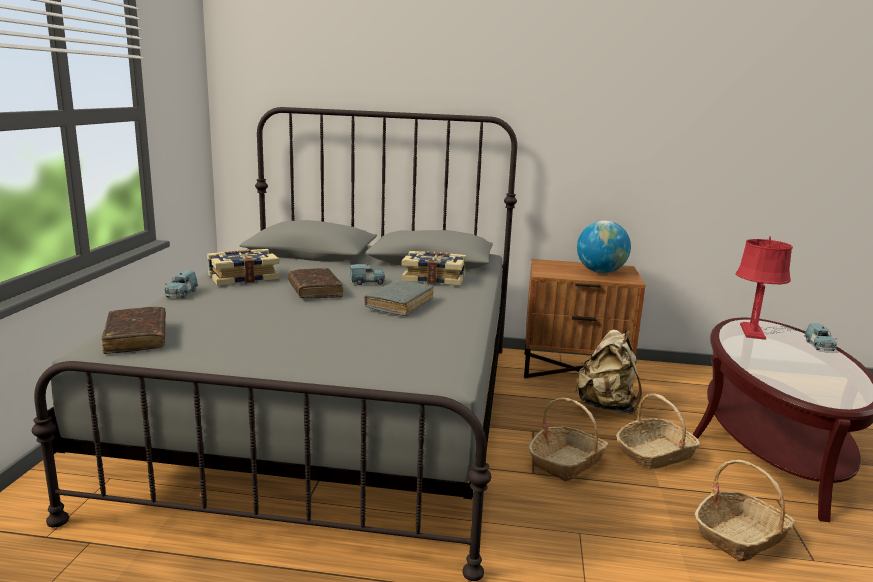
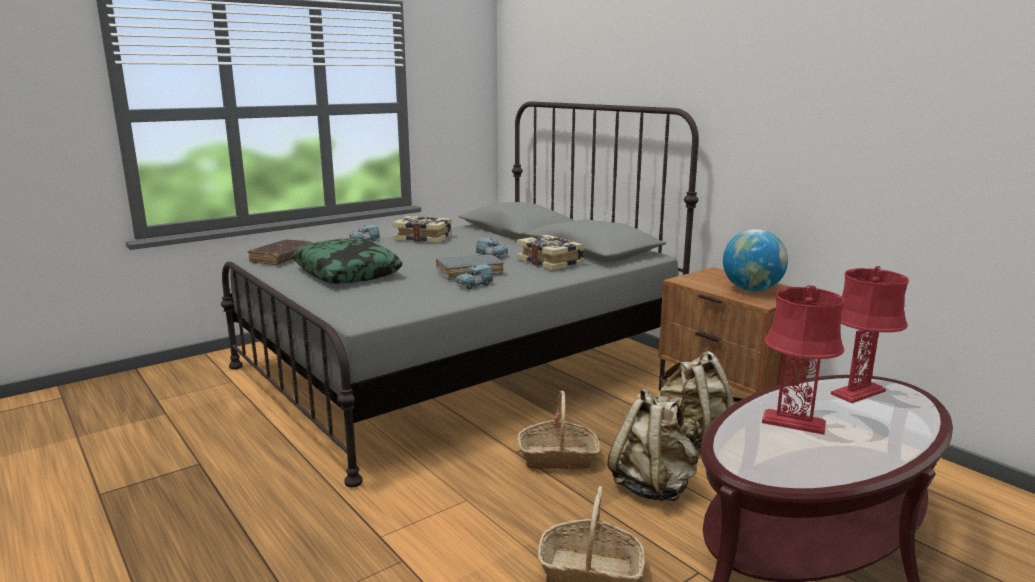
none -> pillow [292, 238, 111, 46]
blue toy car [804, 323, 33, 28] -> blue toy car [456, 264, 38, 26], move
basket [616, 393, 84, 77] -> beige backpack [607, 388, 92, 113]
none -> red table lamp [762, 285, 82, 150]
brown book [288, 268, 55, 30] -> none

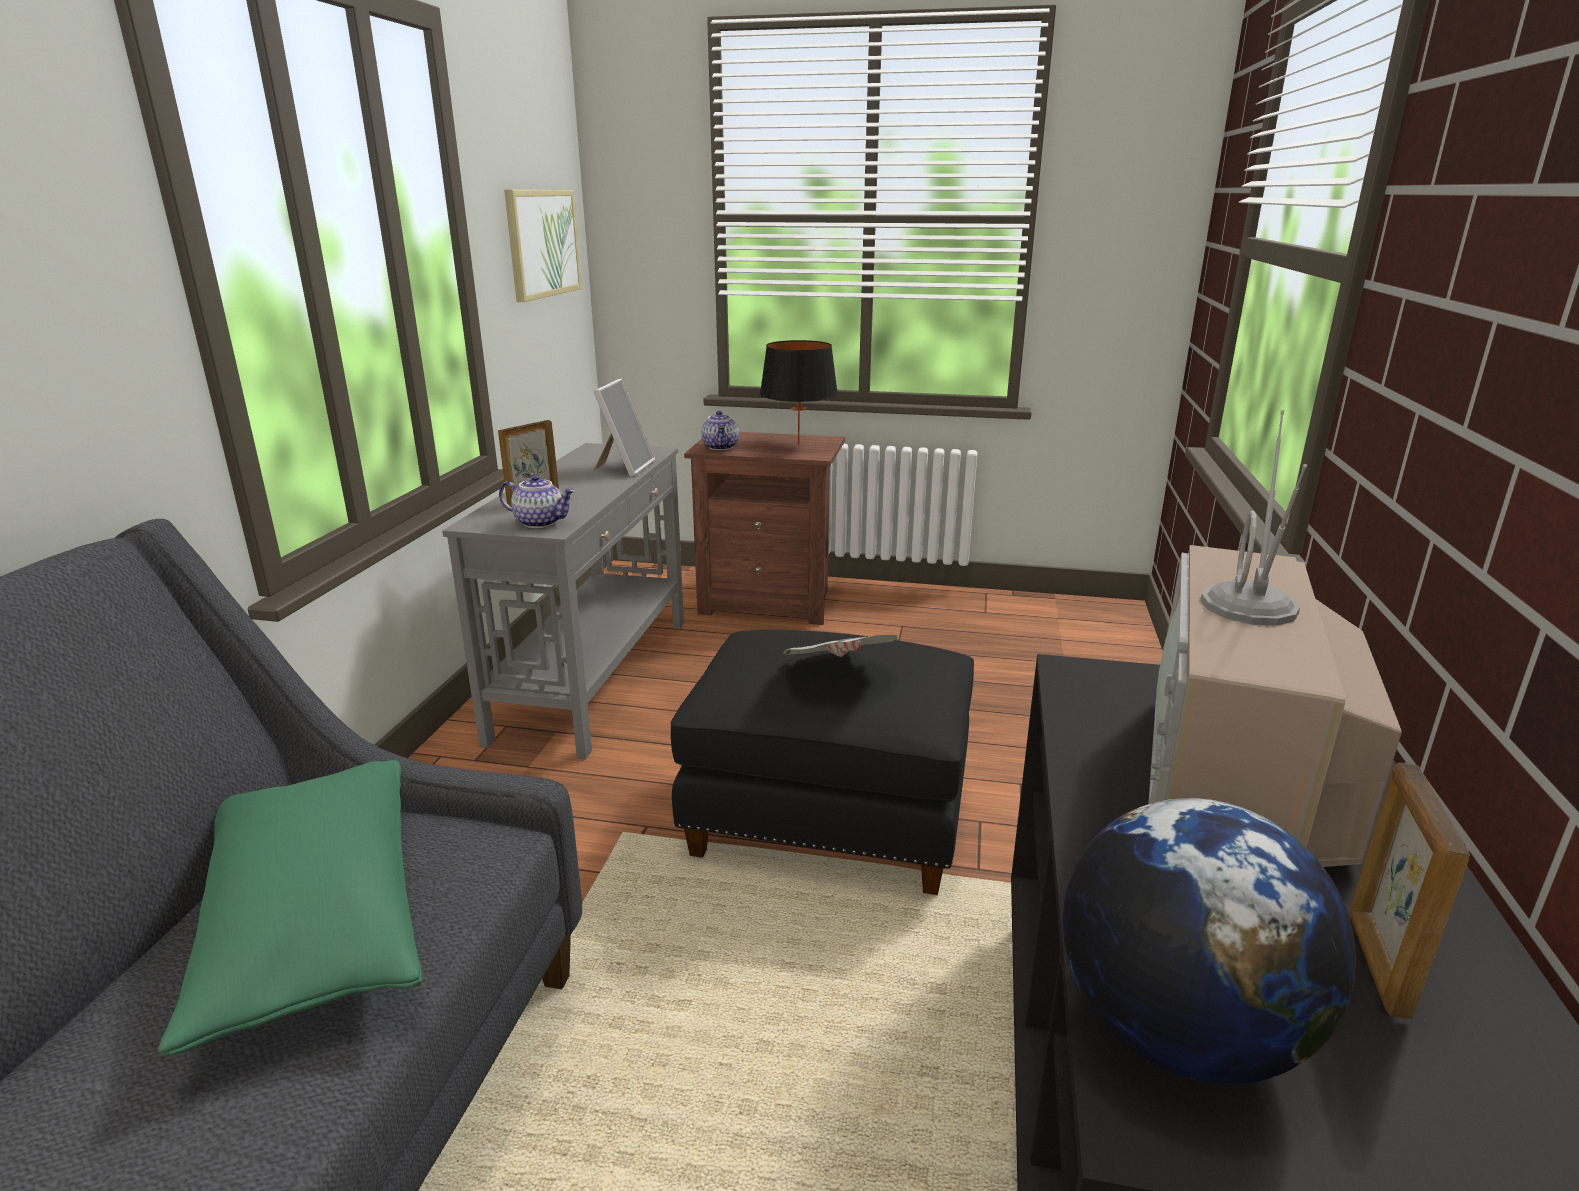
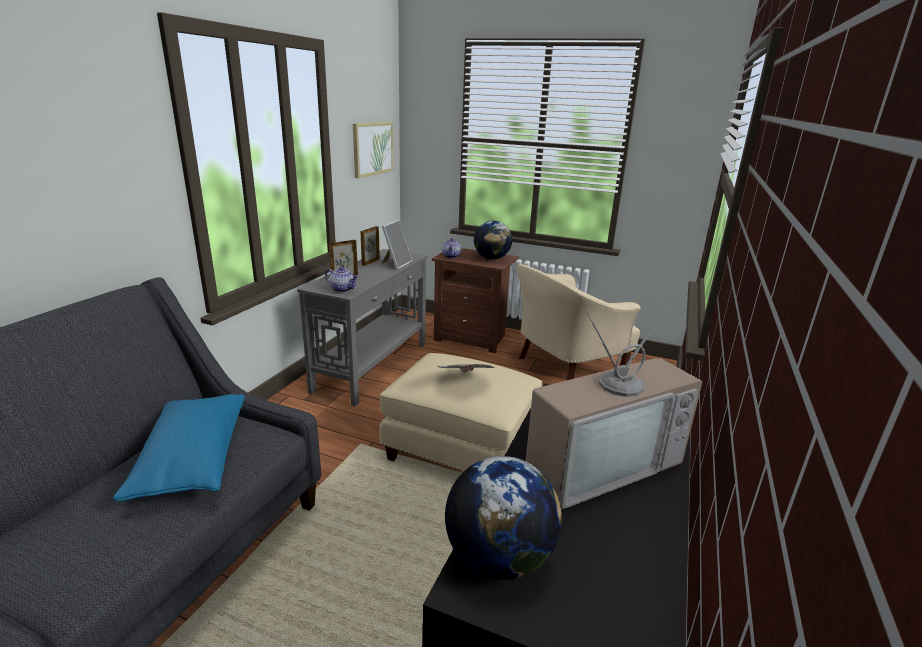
green pillow [158, 760, 264, 295] -> blue pillow [113, 394, 132, 107]
picture frame [1349, 763, 121, 256] -> picture frame [361, 226, 19, 40], move
black ottoman [671, 629, 303, 266] -> beige ottoman [379, 353, 163, 118]
black table lamp [760, 340, 78, 105] -> globe [474, 221, 38, 39]
none -> beige armchair [516, 264, 125, 116]
television [1148, 410, 254, 457] -> television [526, 296, 176, 213], 150 degrees counterclockwise

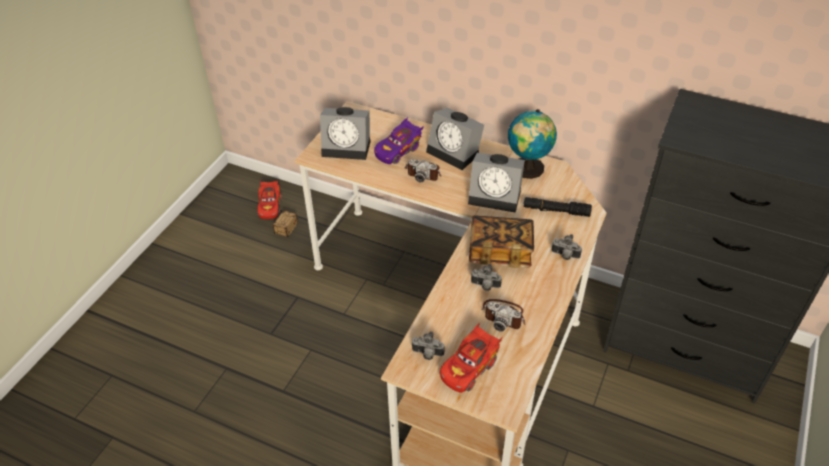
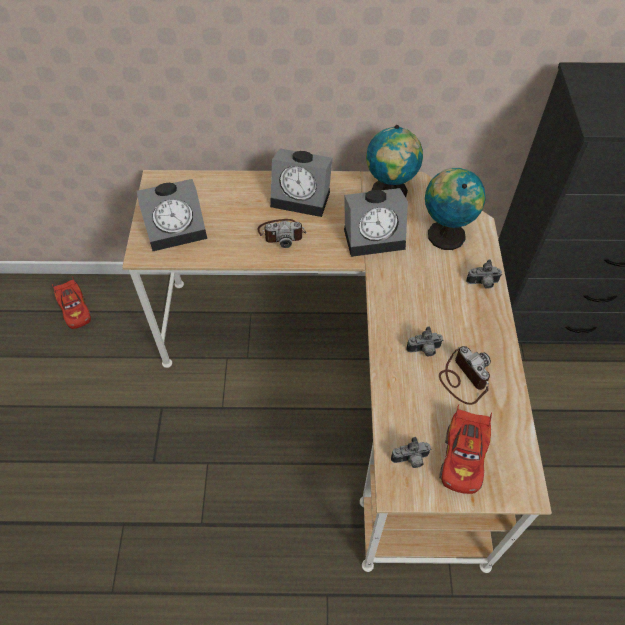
black flashlight [524, 197, 68, 20] -> globe [425, 168, 61, 82]
photo camera [482, 299, 43, 33] -> photo camera [439, 346, 52, 59], 120 degrees counterclockwise
storage box [273, 210, 25, 27] -> none
purple toy car [374, 117, 50, 47] -> none
book [469, 215, 65, 53] -> none

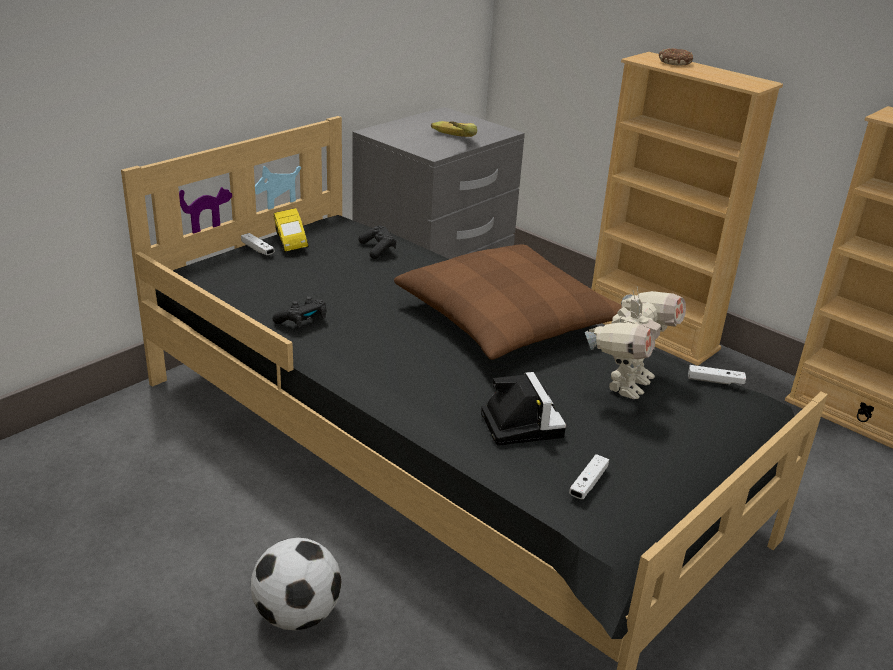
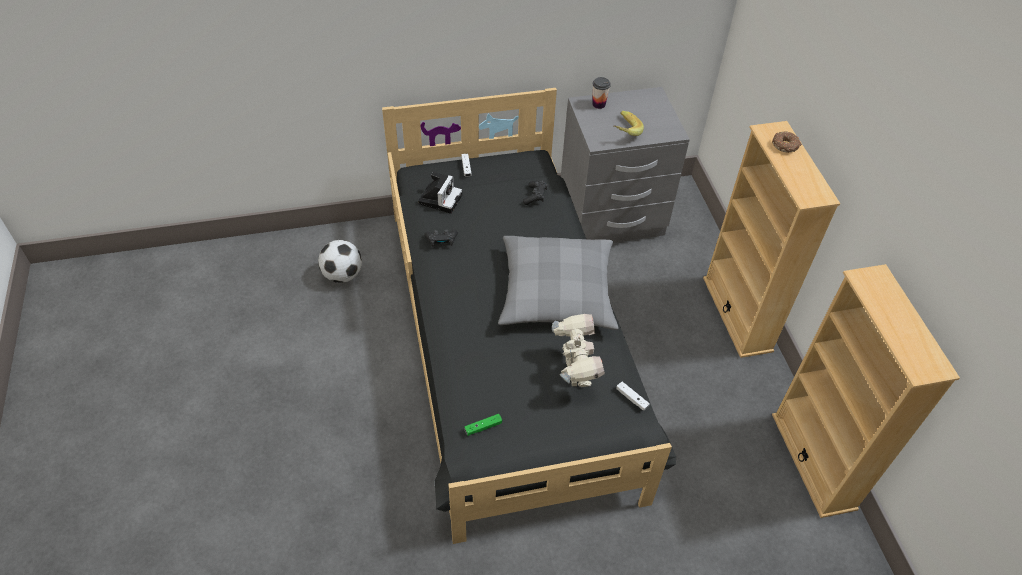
football [251, 538, 91, 93] -> football [318, 240, 44, 43], move
photo camera [481, 372, 85, 73] -> photo camera [418, 172, 44, 42], move
white game controller [569, 454, 40, 45] -> green game controller [464, 414, 38, 22]
brown pillow [394, 244, 228, 116] -> grey pillow [498, 236, 121, 94]
toy robot [585, 286, 101, 113] -> toy robot [552, 314, 53, 73], 75 degrees counterclockwise
none -> cup [592, 77, 19, 32]
yellow toy car [274, 208, 34, 44] -> none

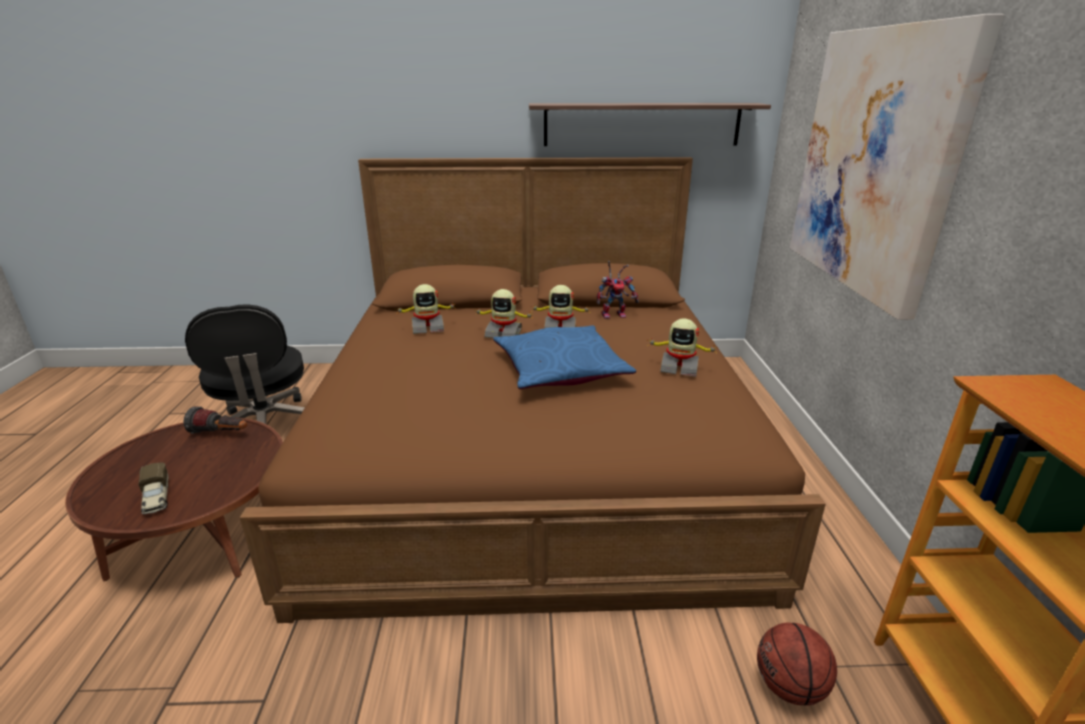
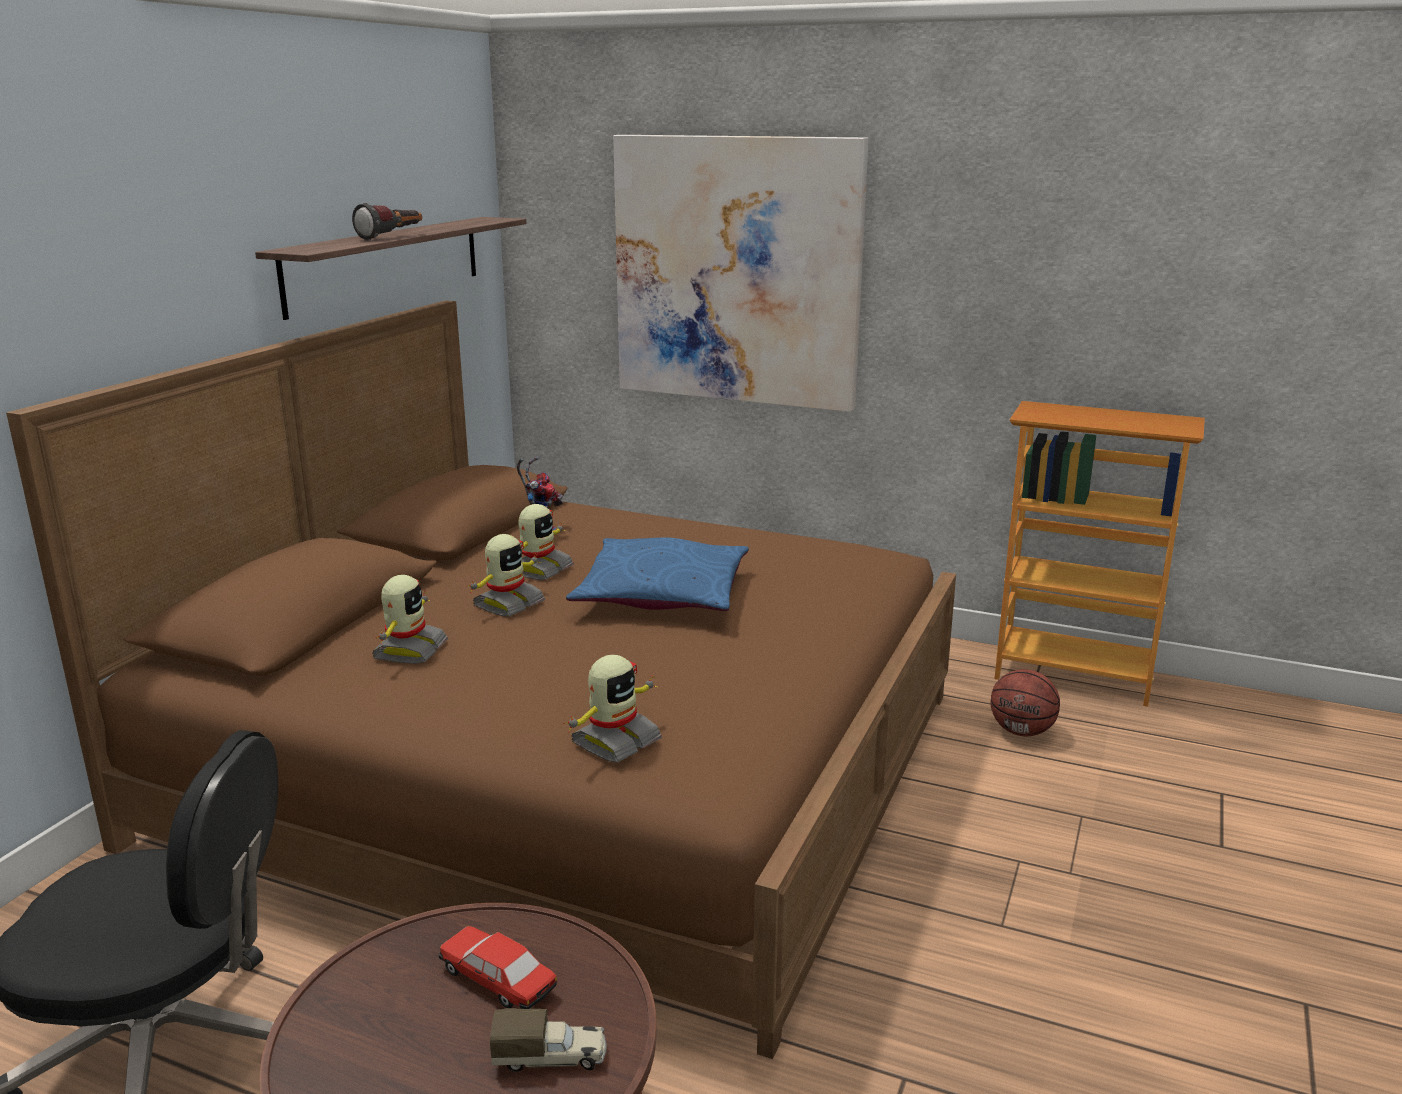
flashlight [183, 406, 64, 28] -> flashlight [352, 203, 70, 37], move
none -> toy car [439, 926, 118, 83]
toy robot [647, 318, 72, 59] -> toy robot [563, 655, 99, 108], move

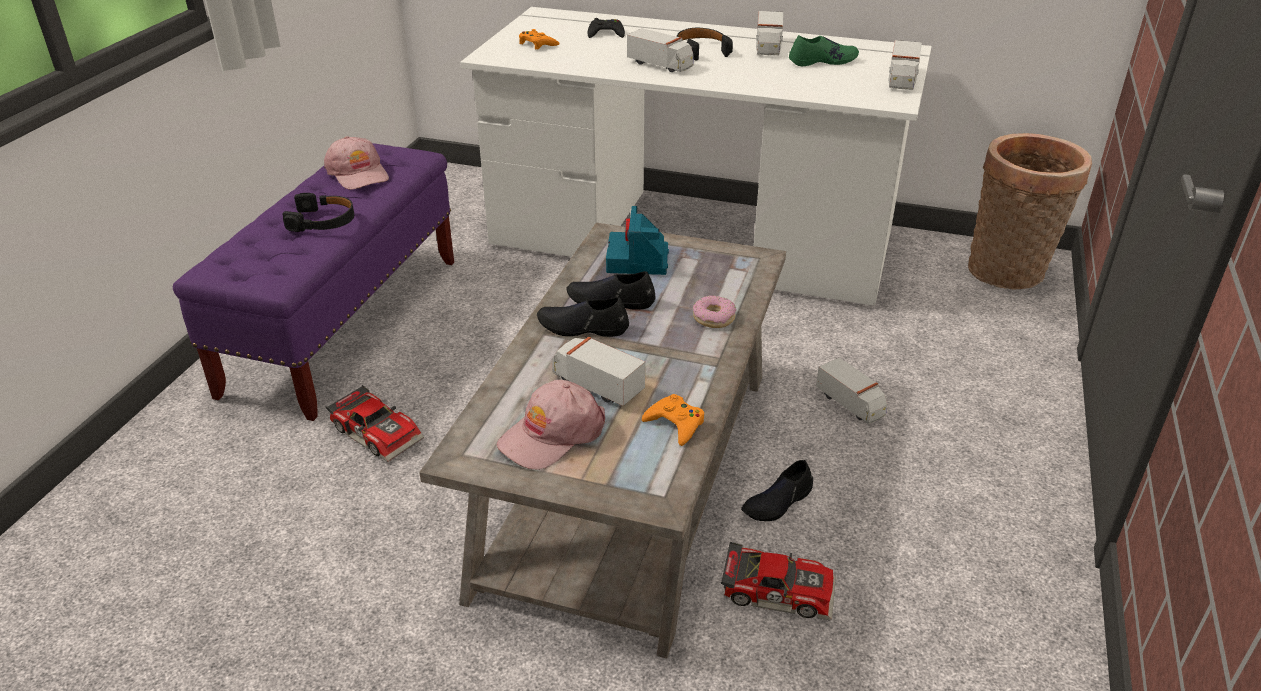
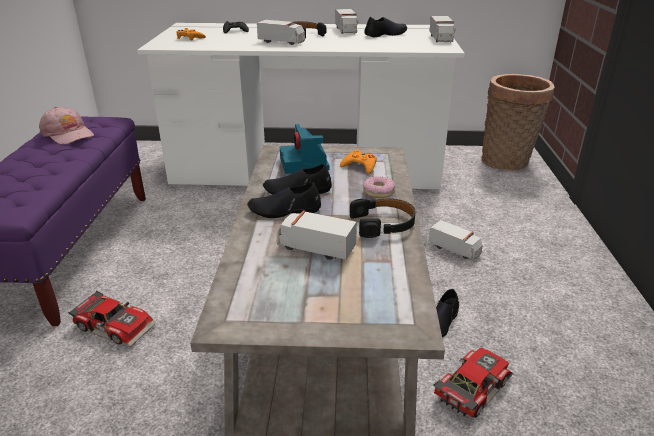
orange game controller [642, 394, 62, 52] -> orange game controller [340, 150, 37, 24], move
black headphones [283, 193, 71, 39] -> black headphones [350, 198, 66, 40], move
green shoe [789, 35, 70, 31] -> black shoe [364, 17, 43, 20]
toy car [721, 542, 115, 79] -> toy car [434, 348, 79, 70], 45 degrees counterclockwise
pink cap [497, 380, 108, 90] -> none

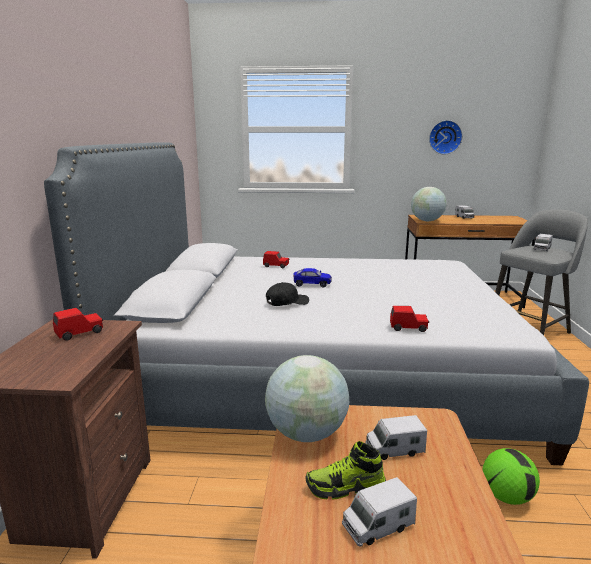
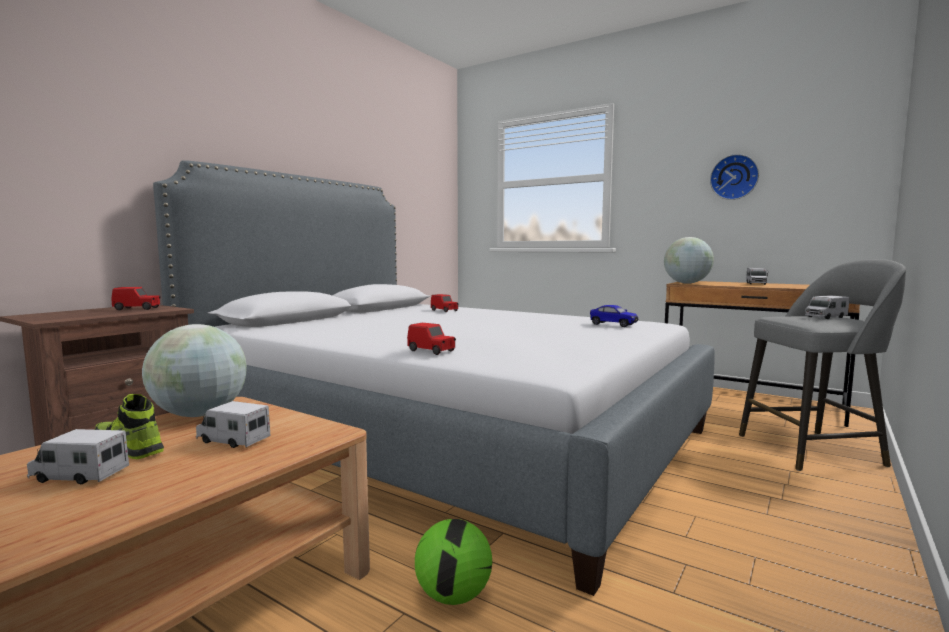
toy car [293, 268, 39, 19] -> toy car [590, 305, 48, 22], move
black cap [266, 282, 43, 24] -> none

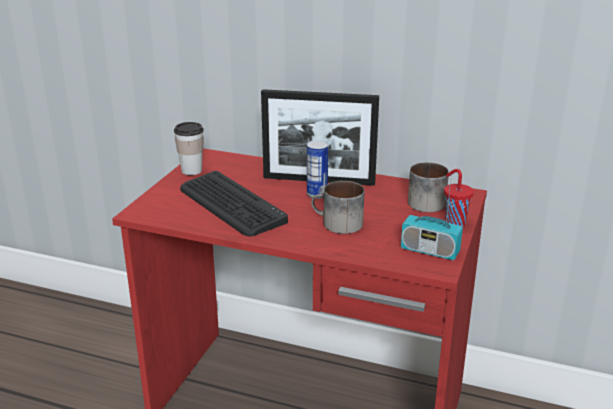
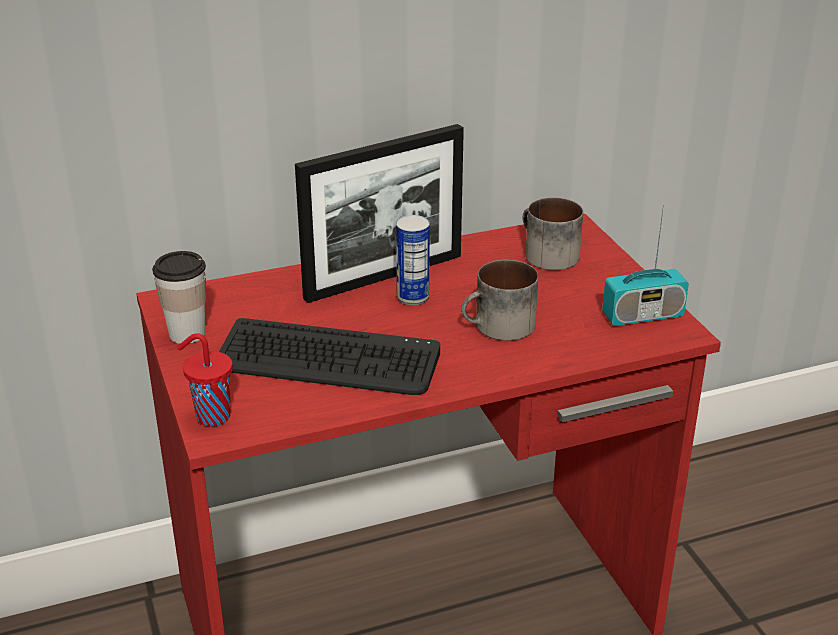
red cup [444, 169, 30, 58] -> red cup [177, 333, 56, 93], move

